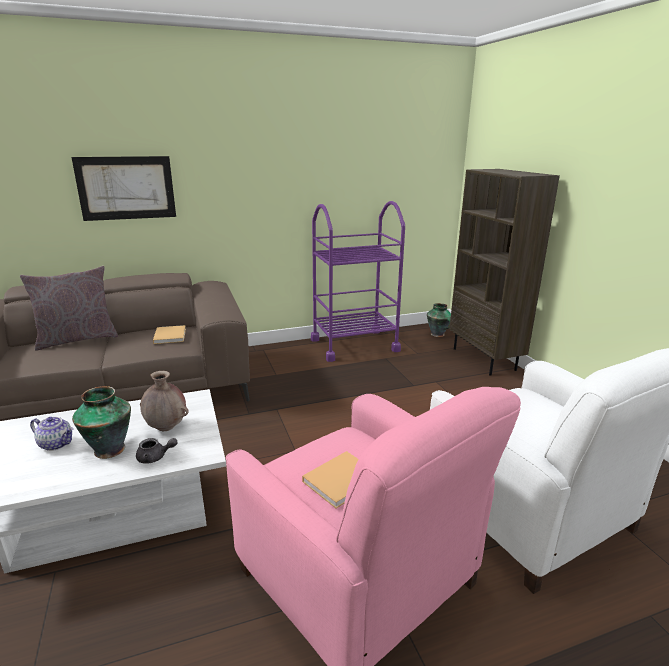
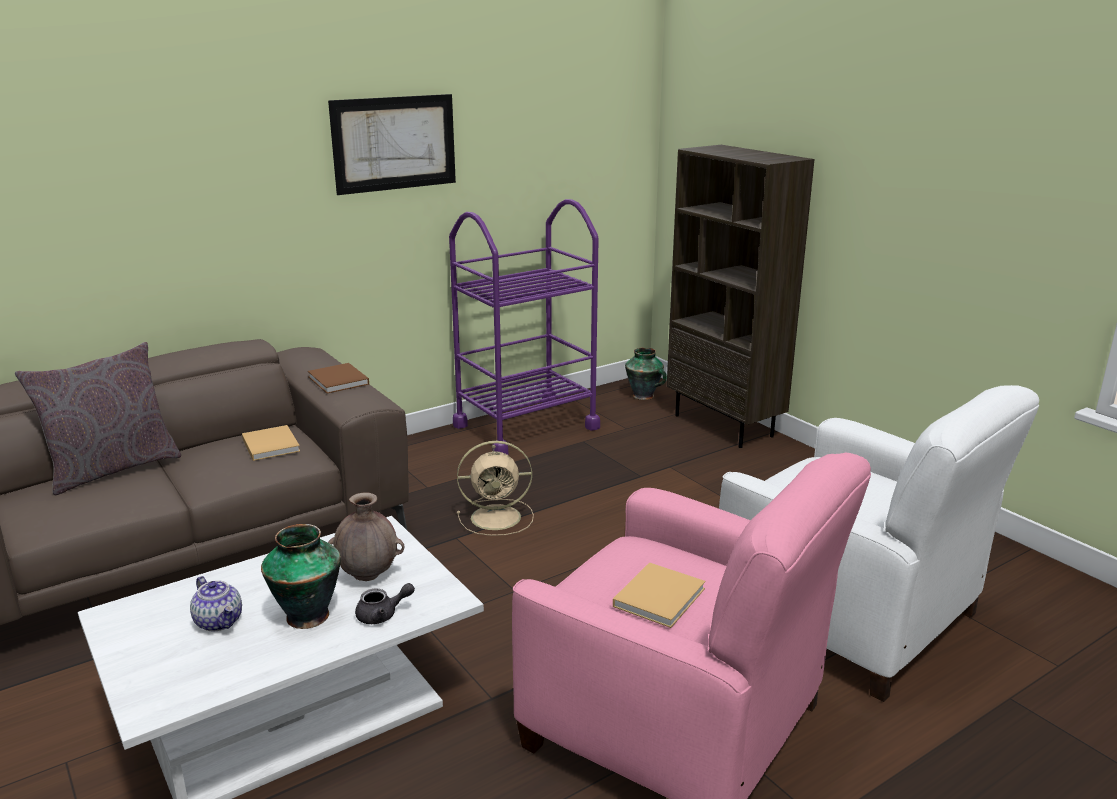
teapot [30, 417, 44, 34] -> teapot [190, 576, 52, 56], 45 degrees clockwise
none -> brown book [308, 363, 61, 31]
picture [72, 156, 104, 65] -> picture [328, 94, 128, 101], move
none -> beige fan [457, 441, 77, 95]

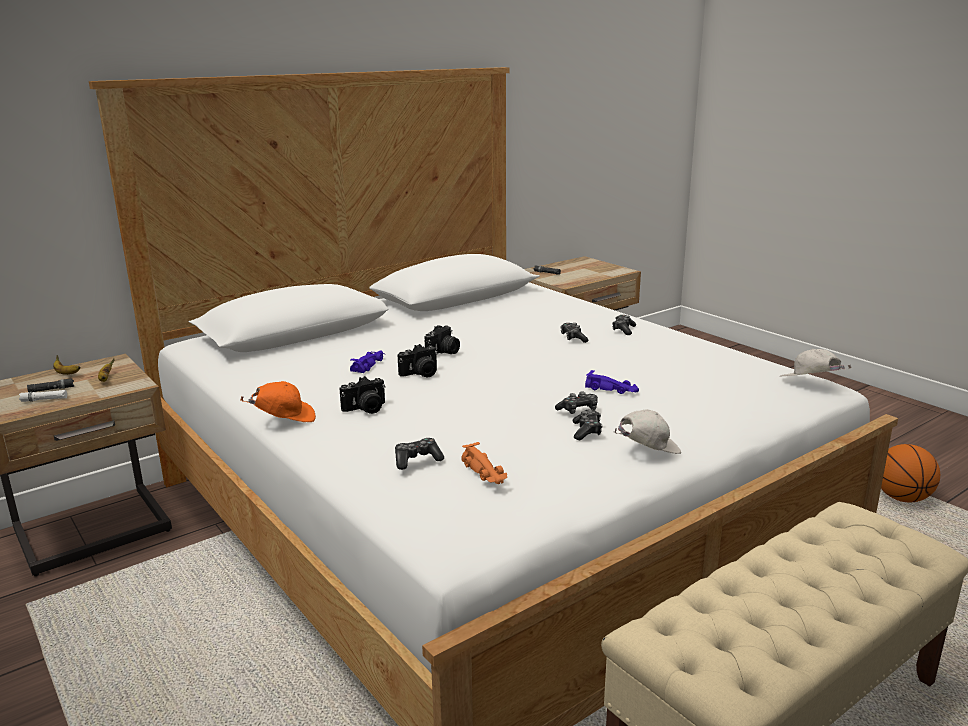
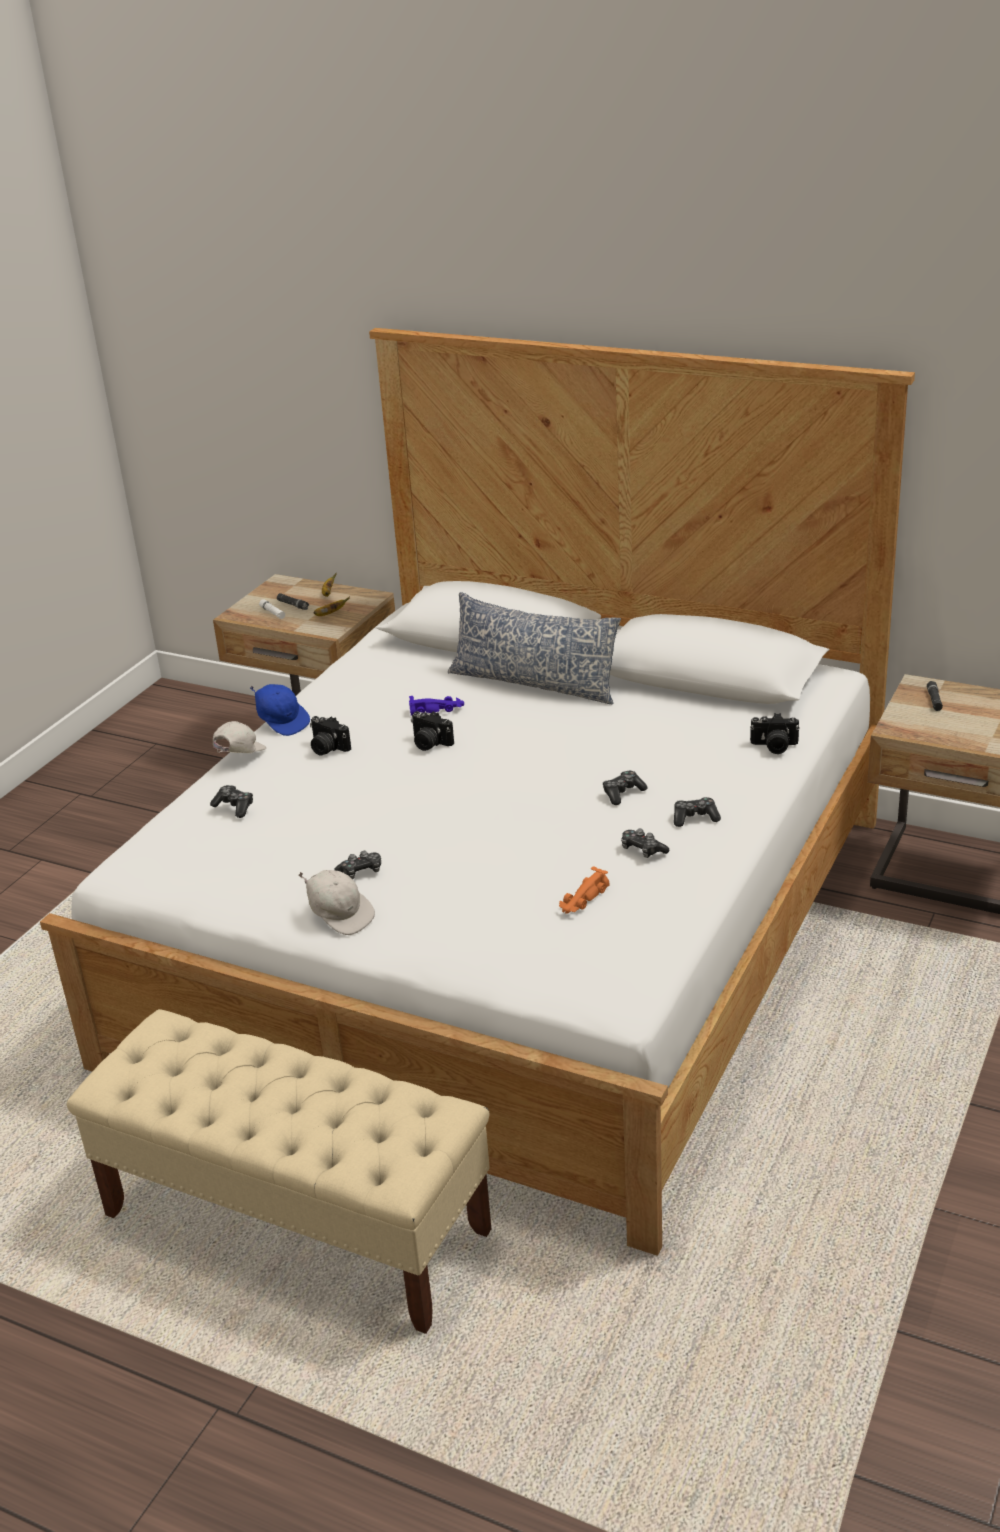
white cap [780, 349, 72, 28] -> white cap [213, 721, 53, 32], move
orange cap [240, 381, 76, 41] -> blue cap [250, 684, 60, 52]
none -> pillow [448, 592, 173, 112]
orange toy car [462, 442, 45, 42] -> orange toy car [559, 866, 50, 48], move
game controller [555, 391, 43, 23] -> game controller [621, 829, 48, 29], move
photo camera [425, 325, 35, 29] -> photo camera [750, 713, 50, 41], move
purple toy car [585, 370, 54, 24] -> none
basketball [881, 444, 59, 59] -> none

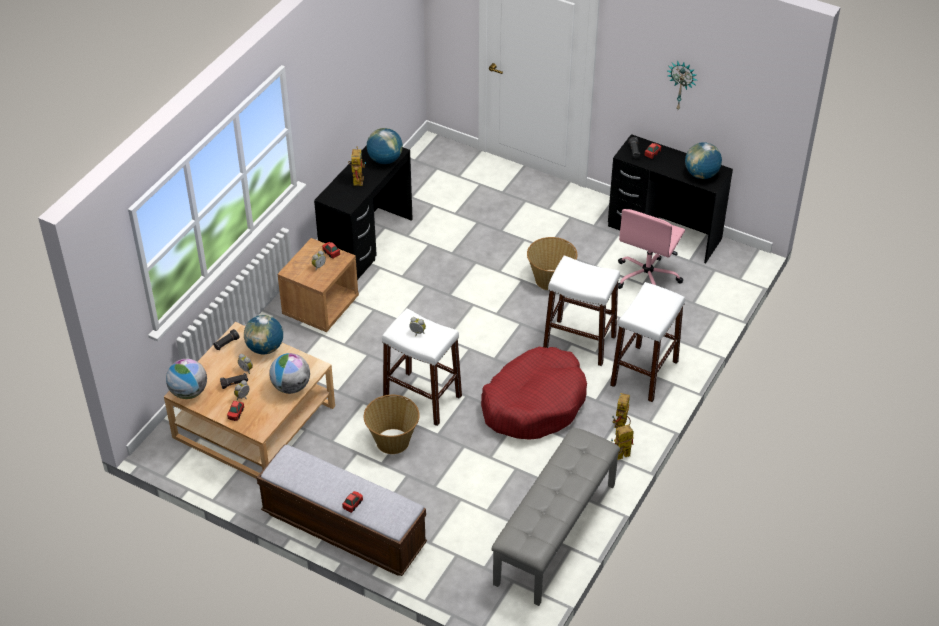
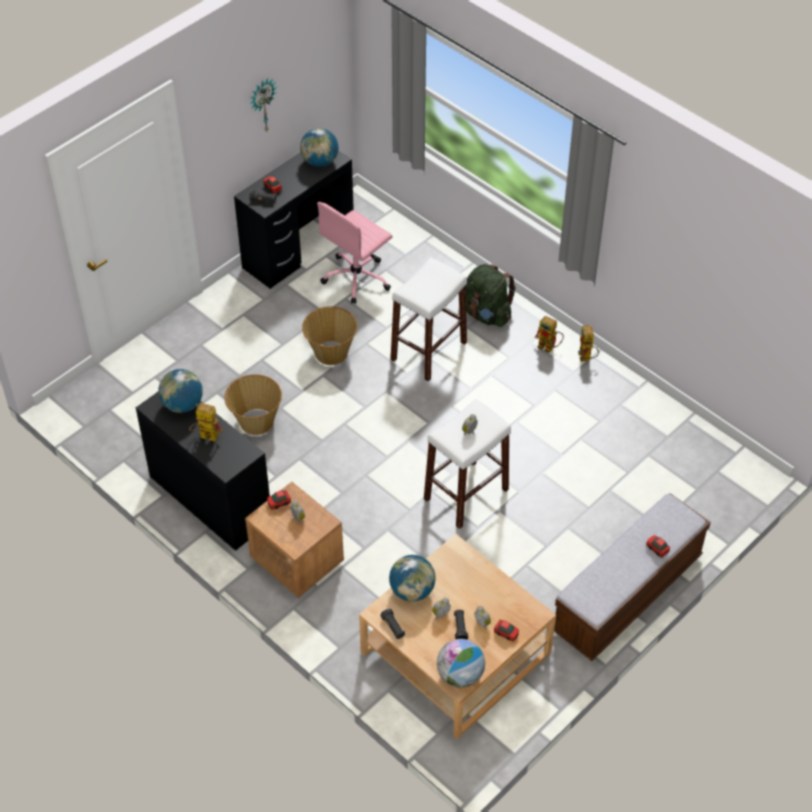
basket [364, 395, 56, 59] -> basket [224, 374, 58, 61], move
pink office chair [618, 209, 67, 80] -> pink office chair [317, 202, 76, 102], 90 degrees clockwise
white stool [610, 282, 75, 120] -> green backpack [466, 264, 50, 63]
globe [269, 353, 41, 41] -> none
red dog bed [481, 347, 106, 93] -> none
grey bench [491, 427, 129, 179] -> none

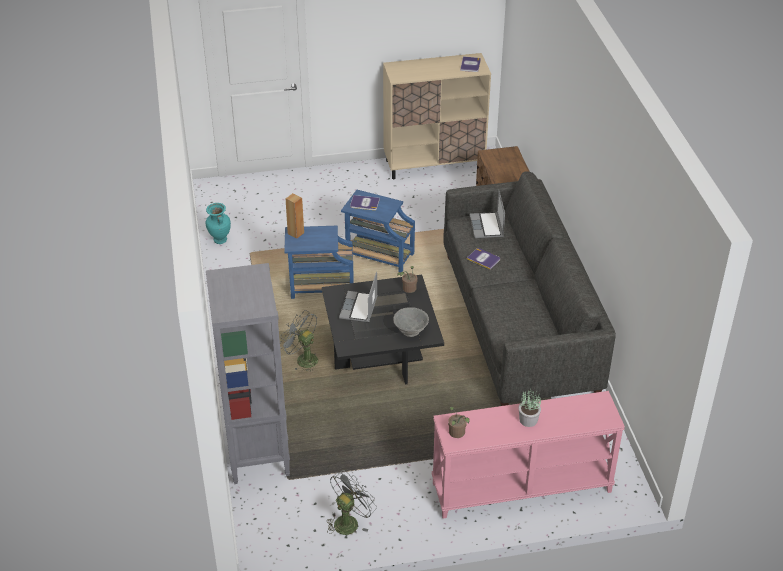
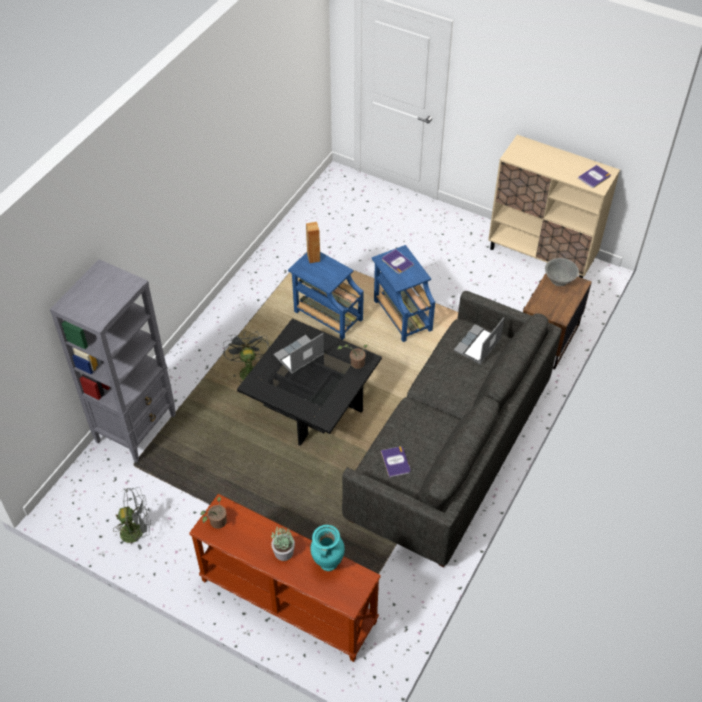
pink console table [432, 391, 193, 128] -> brown console table [189, 494, 192, 168]
turquoise vase [206, 203, 25, 41] -> turquoise vase [310, 525, 35, 46], move
book [467, 248, 33, 22] -> book [381, 446, 30, 32], move
grey bowl [393, 307, 36, 30] -> grey bowl [545, 258, 34, 28], move

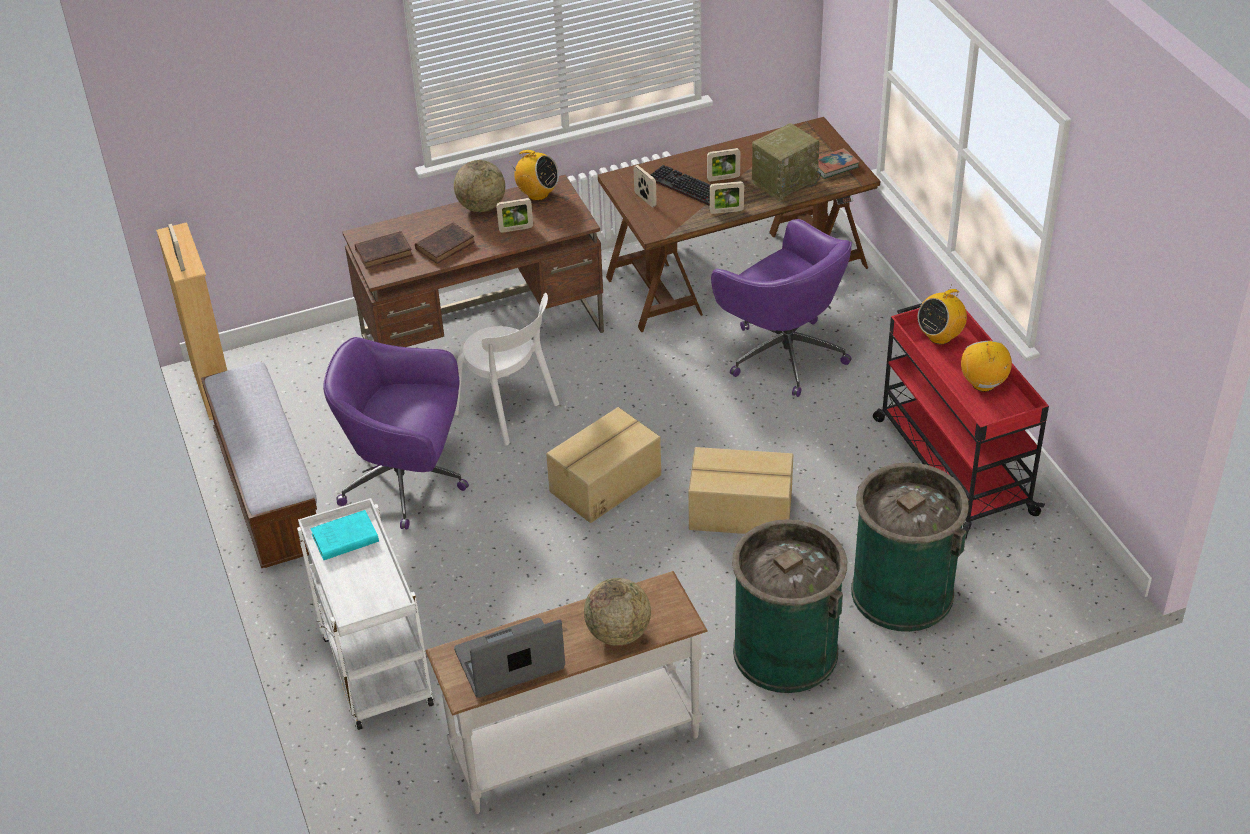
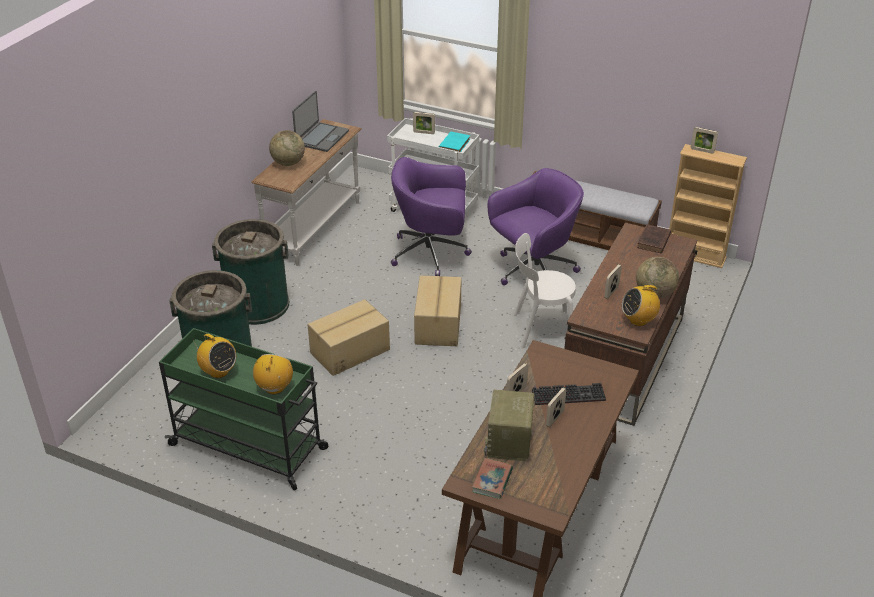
red cart [873, 303, 176, 236] -> green cart [159, 328, 169, 163]
purple office chair [711, 219, 141, 178] -> purple office chair [391, 157, 81, 119], move
picture frame [634, 165, 23, 42] -> picture frame [413, 112, 22, 22], move
brown book [415, 222, 60, 42] -> none

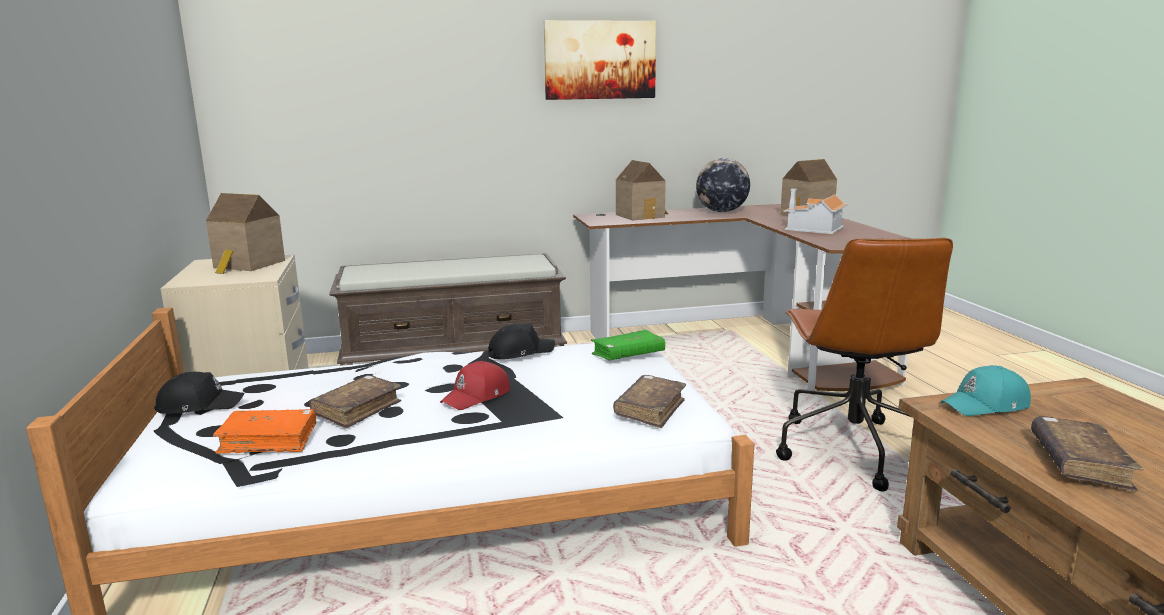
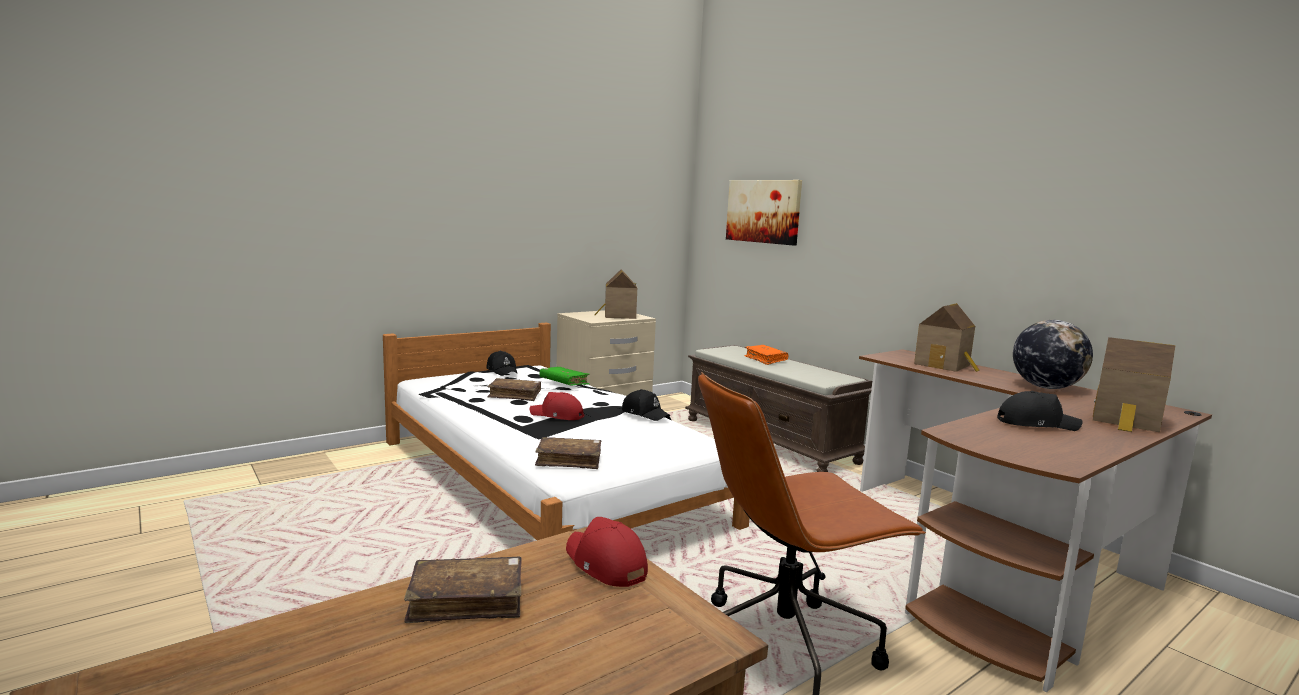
green book [591, 330, 74, 30] -> green book [539, 367, 51, 18], move
turquoise cap [941, 365, 90, 51] -> red cap [566, 517, 82, 70]
picture [544, 20, 112, 80] -> picture [726, 180, 76, 65], move
orange book [213, 409, 103, 45] -> orange book [744, 345, 44, 20], move
toy house [783, 189, 65, 45] -> black cap [997, 391, 86, 40]

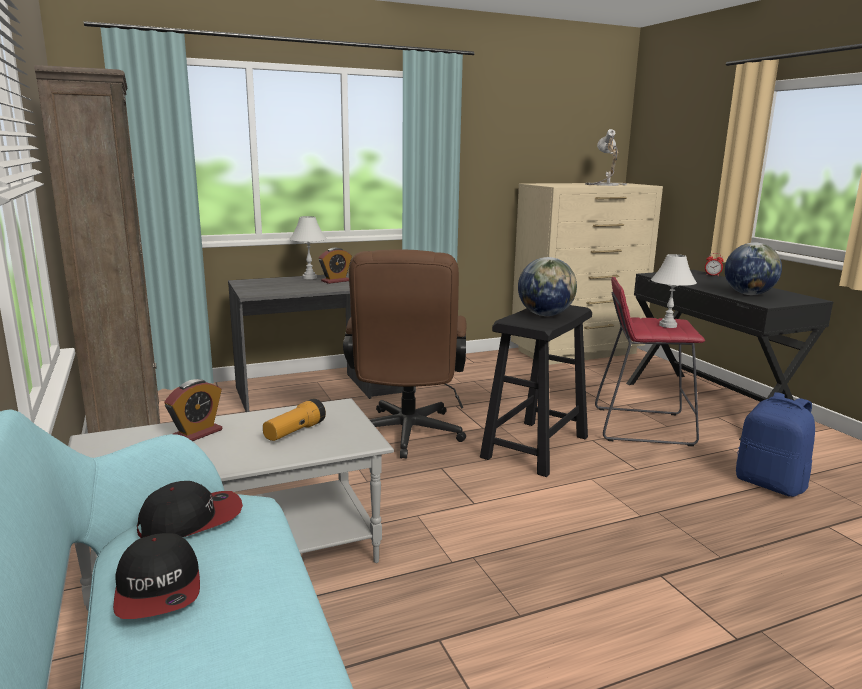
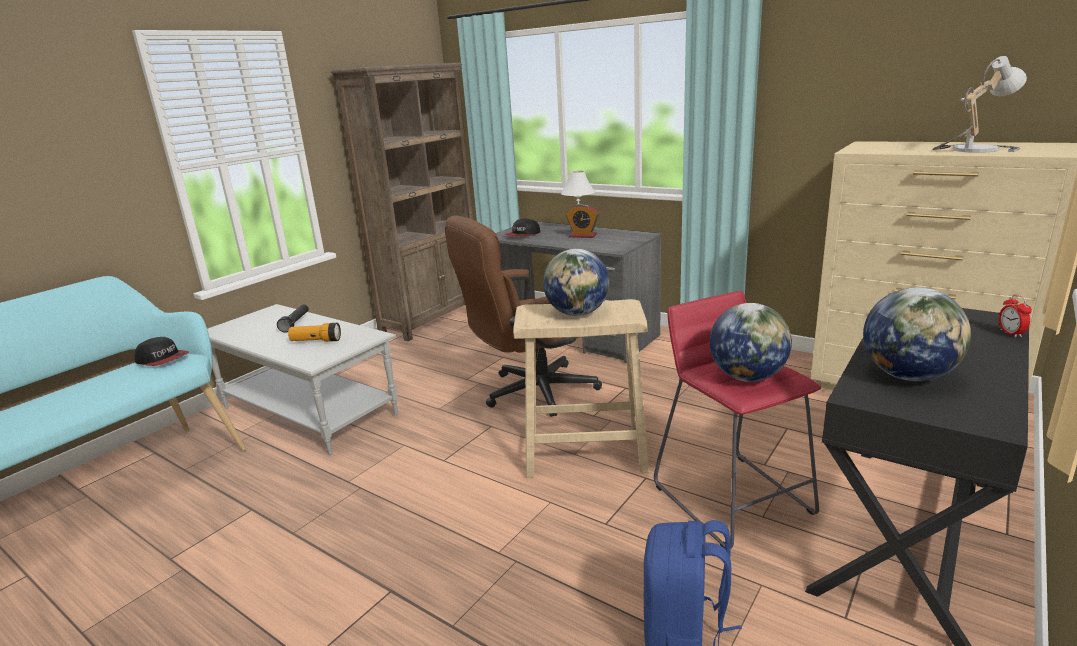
alarm clock [164, 379, 58, 62] -> black flashlight [277, 304, 32, 29]
cap [113, 533, 87, 86] -> cap [504, 218, 36, 19], move
black stool [480, 305, 112, 172] -> beige stool [513, 299, 136, 179]
white table lamp [651, 254, 46, 74] -> globe [710, 303, 82, 79]

